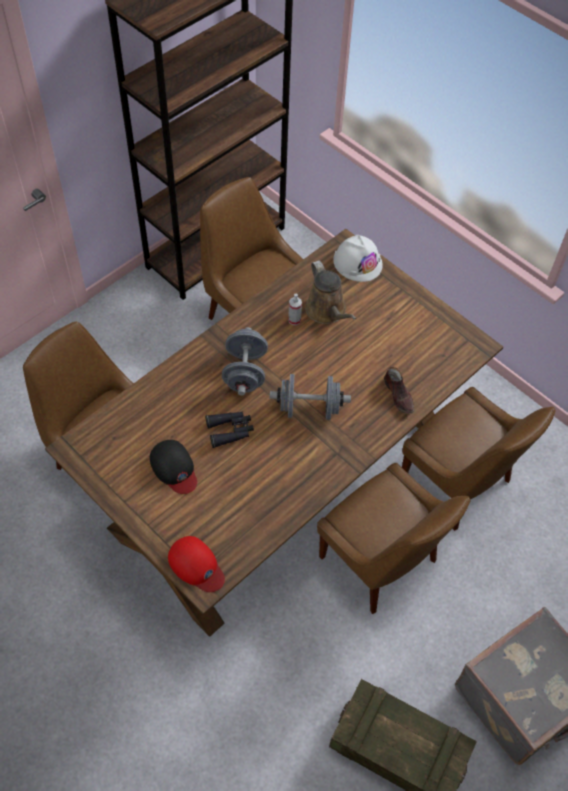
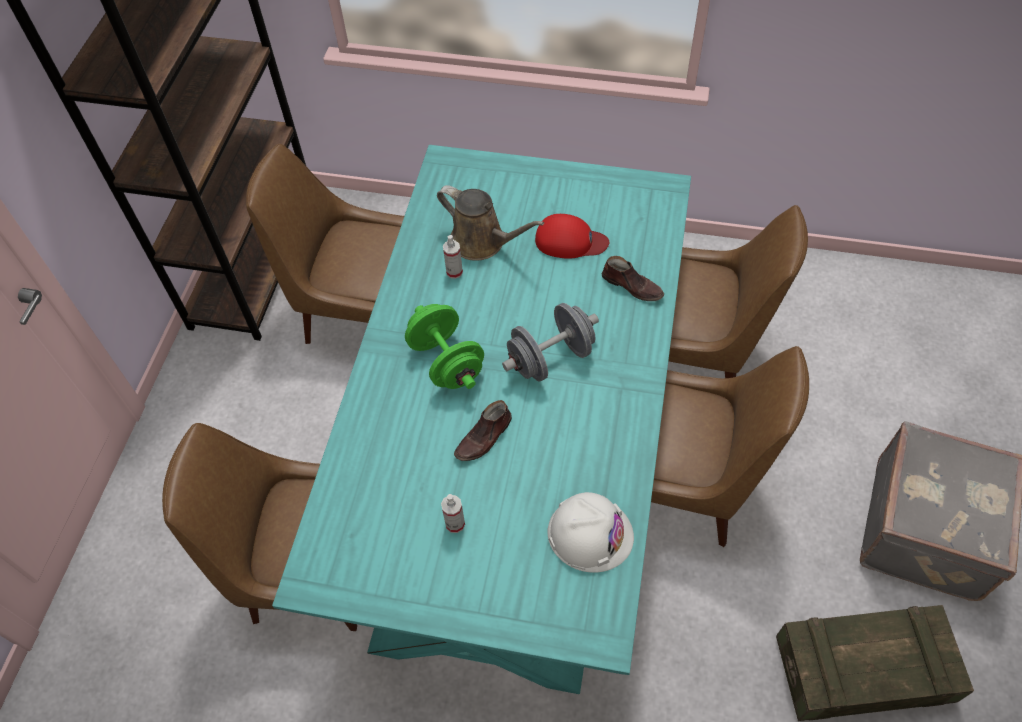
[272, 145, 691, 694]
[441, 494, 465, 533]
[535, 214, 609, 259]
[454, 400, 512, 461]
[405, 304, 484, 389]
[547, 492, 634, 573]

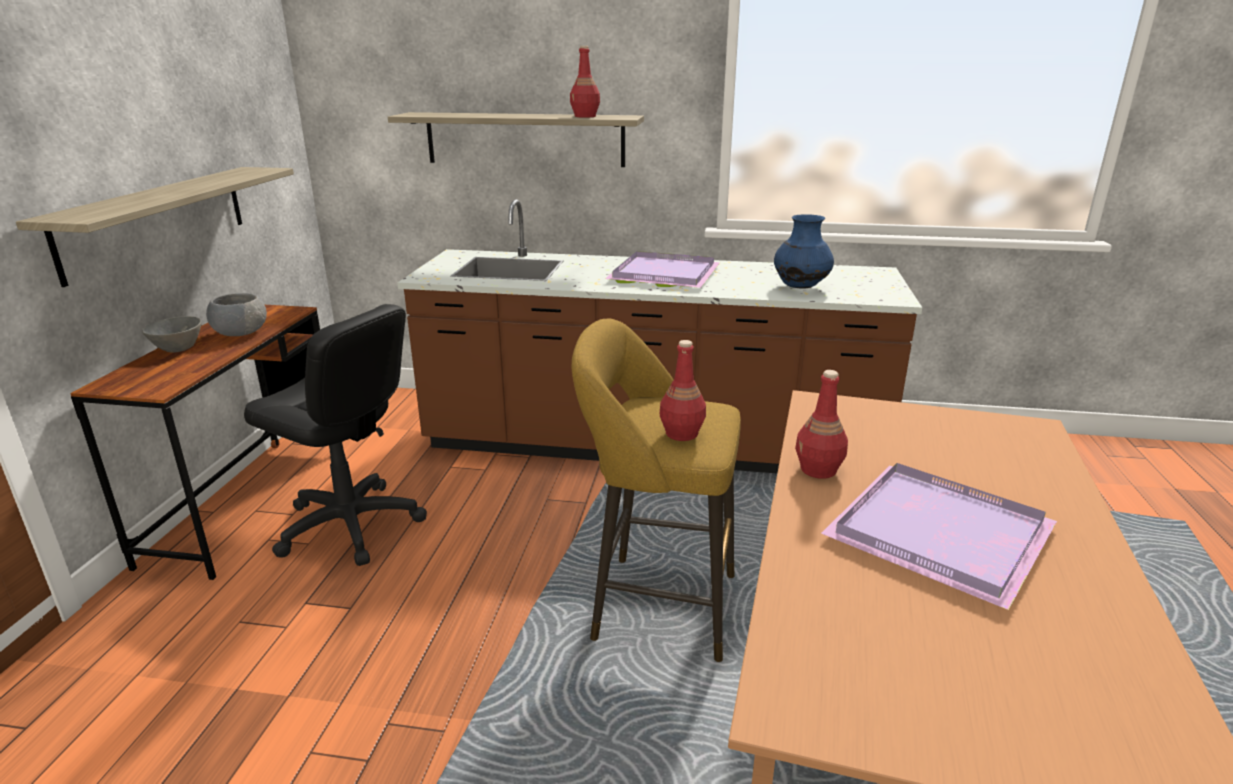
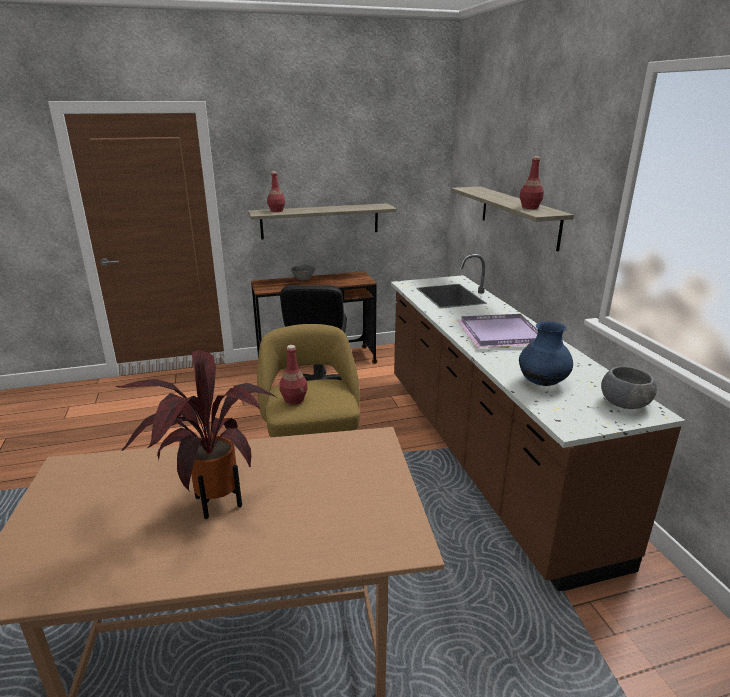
[601, 366, 657, 409]
[267, 172, 285, 212]
[115, 350, 276, 519]

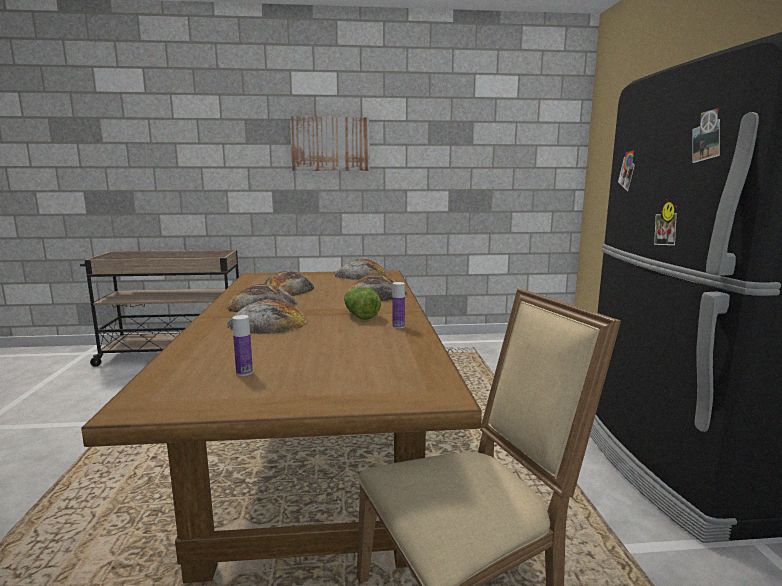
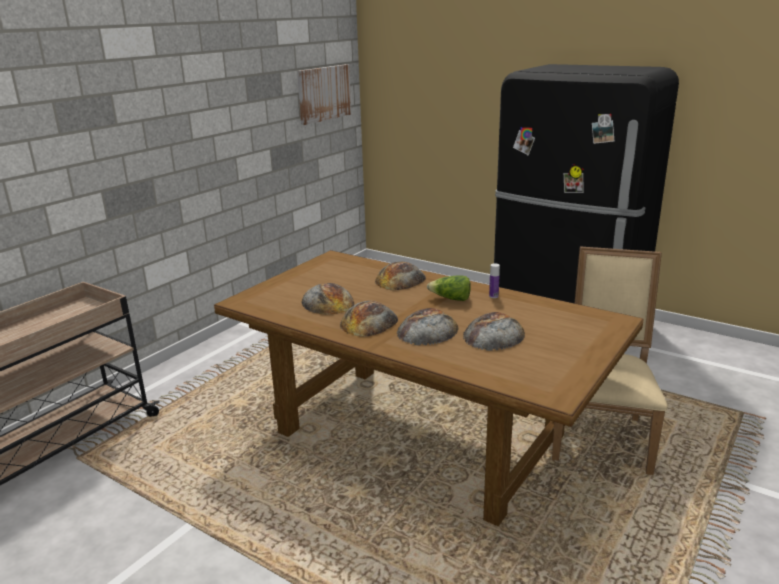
[232, 315, 253, 376] (first image)
[297, 64, 351, 125]
[463, 312, 525, 351]

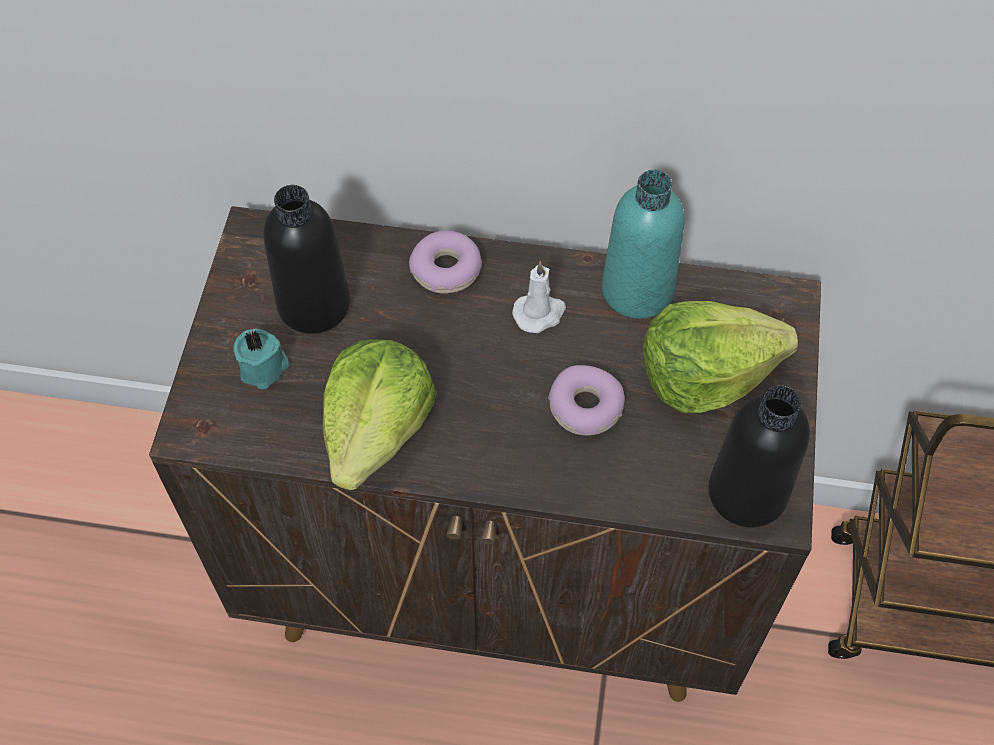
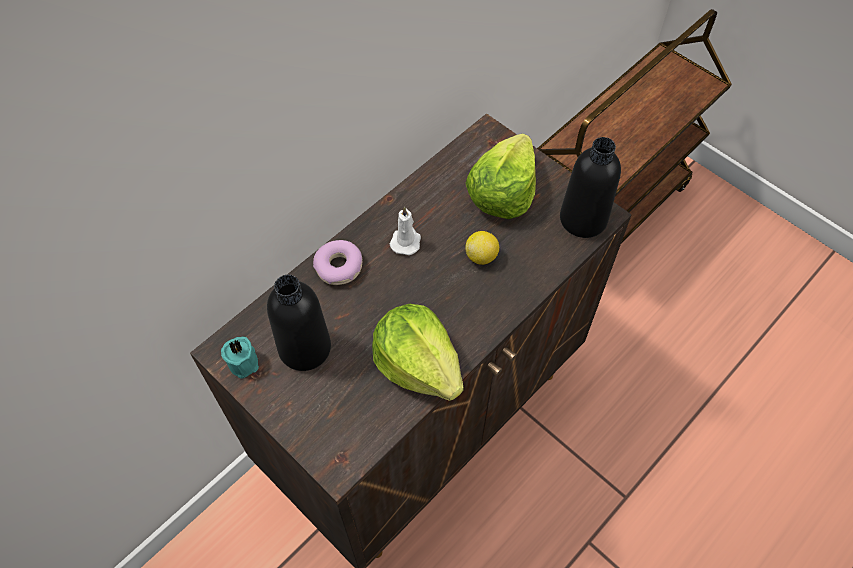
[221, 336, 259, 379]
[465, 231, 499, 265]
[602, 170, 684, 319] (first image)

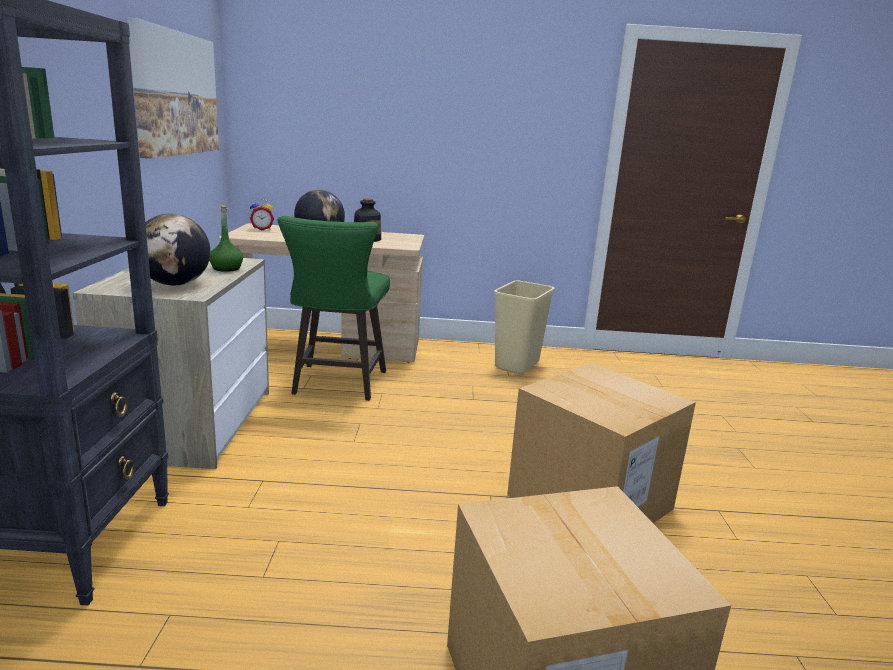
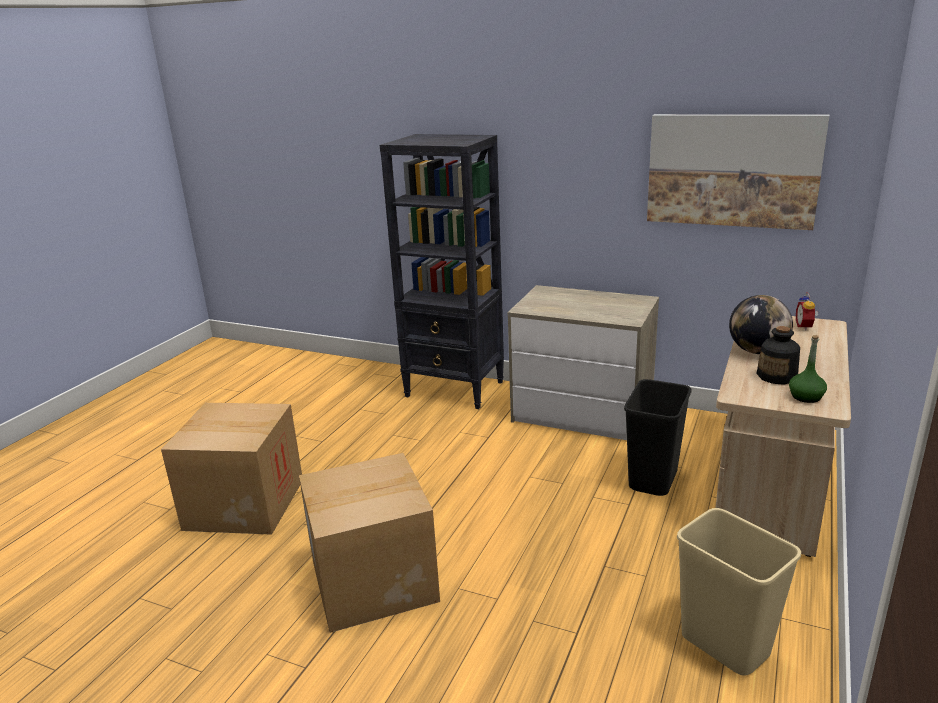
[145, 214, 211, 285] (first image)
[789, 335, 827, 403]
[624, 379, 691, 496]

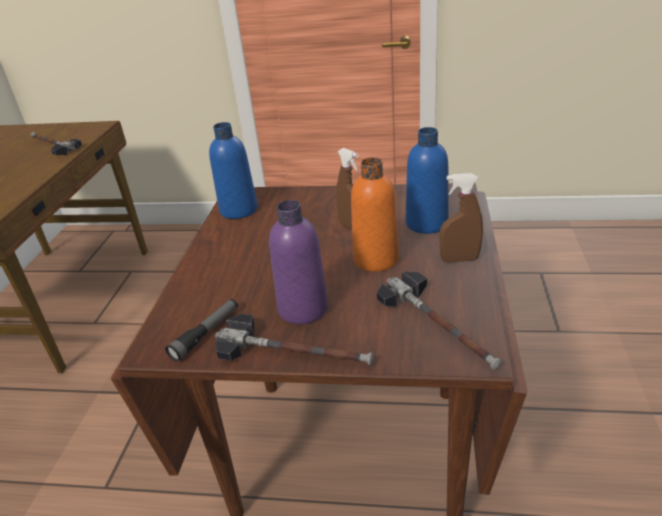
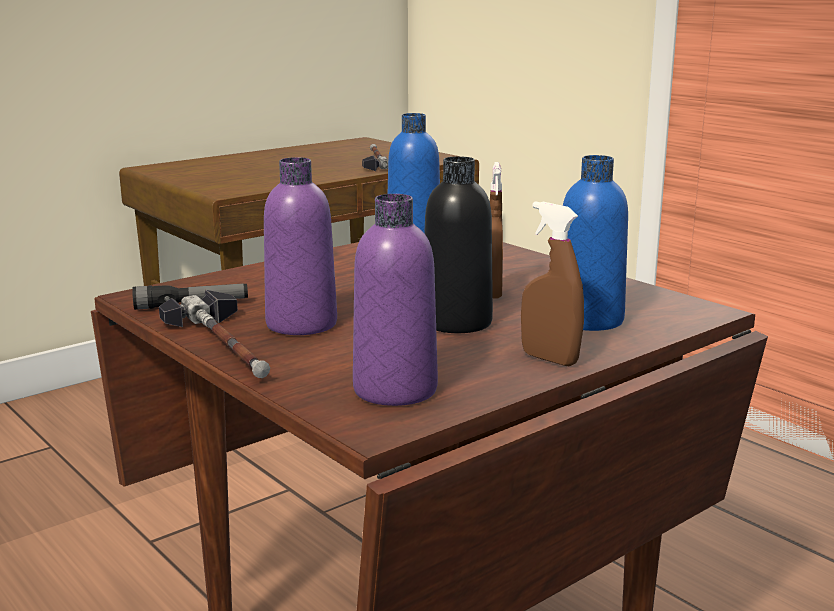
[424, 156, 493, 333]
[353, 194, 438, 406]

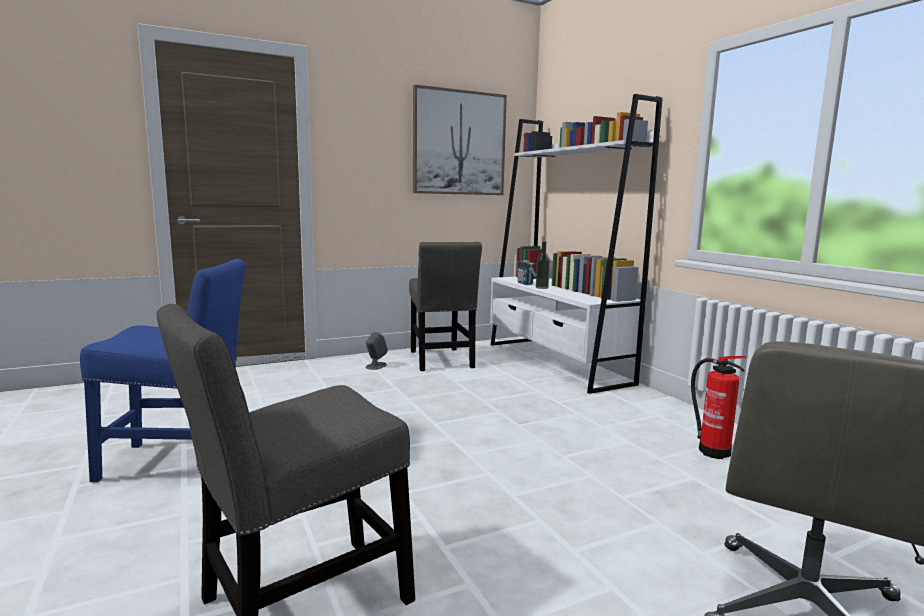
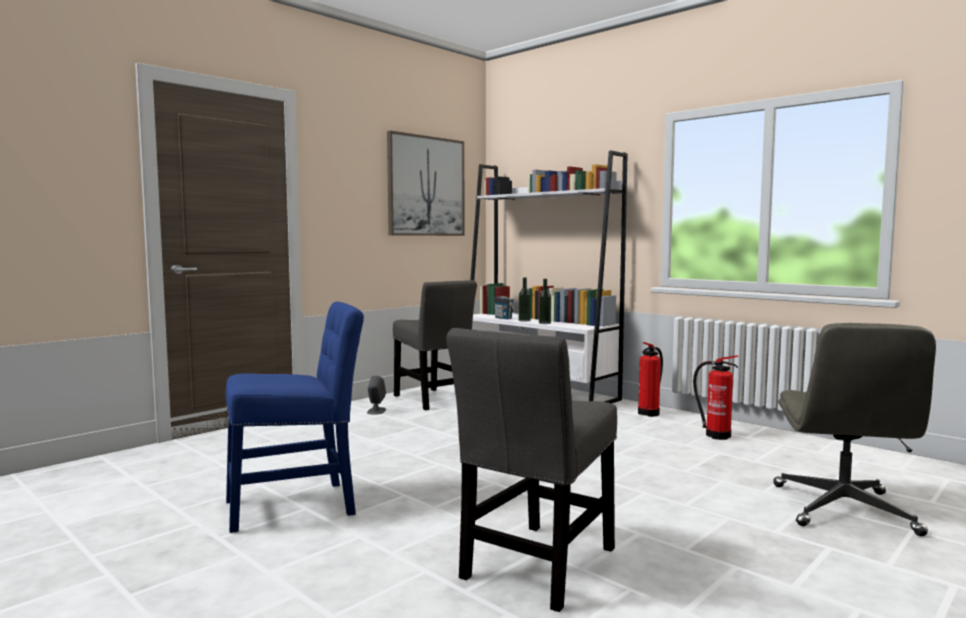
[539, 279, 551, 324]
[638, 342, 663, 417]

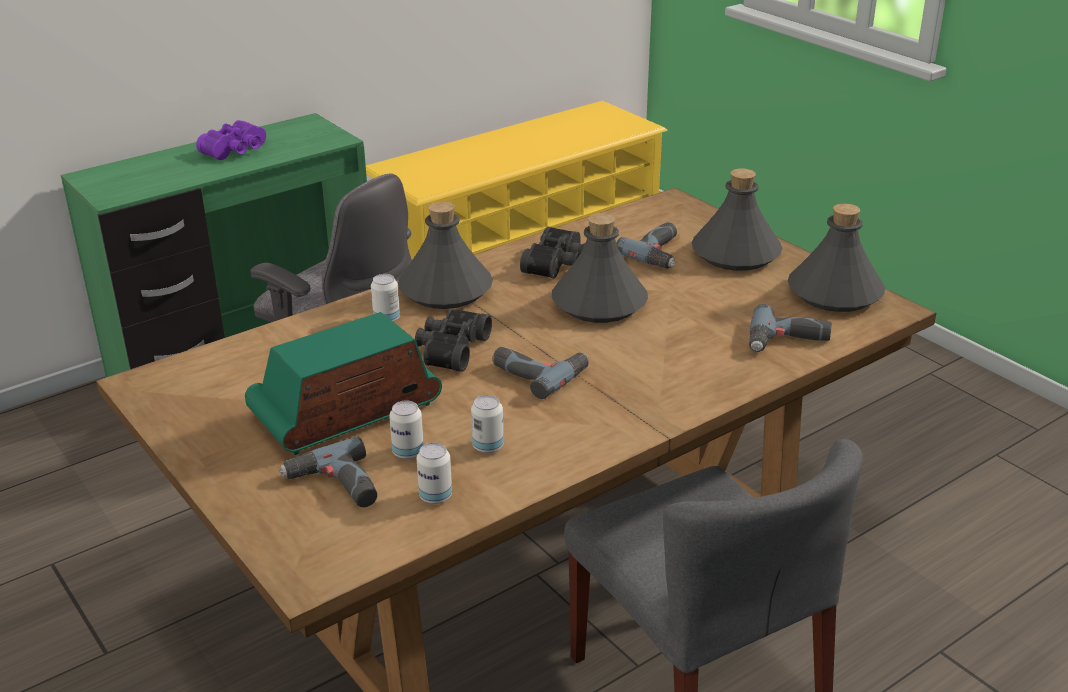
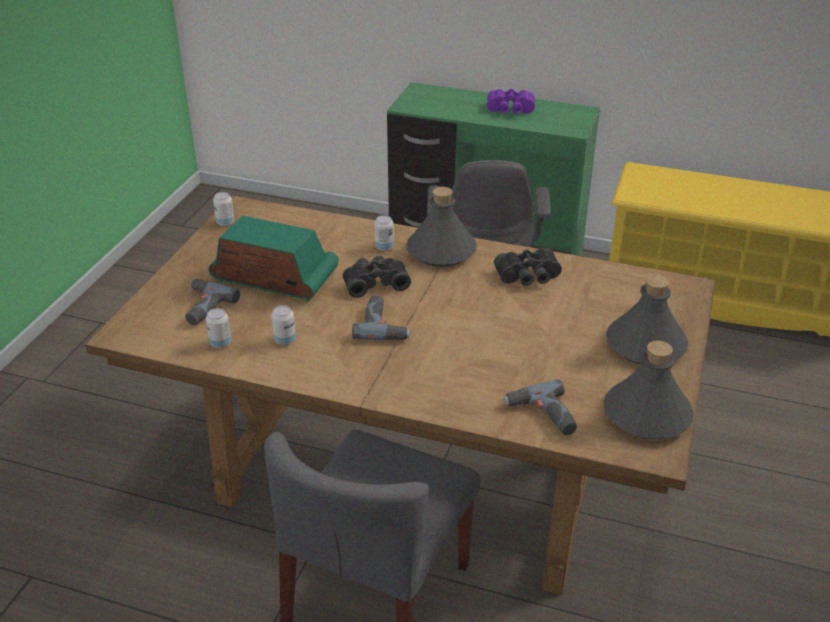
[213, 192, 234, 226]
[552, 213, 648, 323] (first image)
[616, 222, 677, 269] (first image)

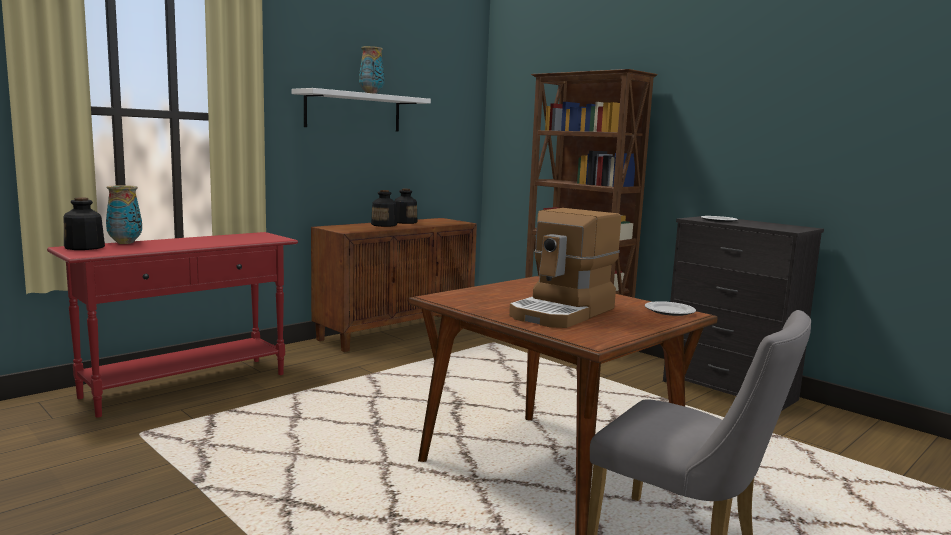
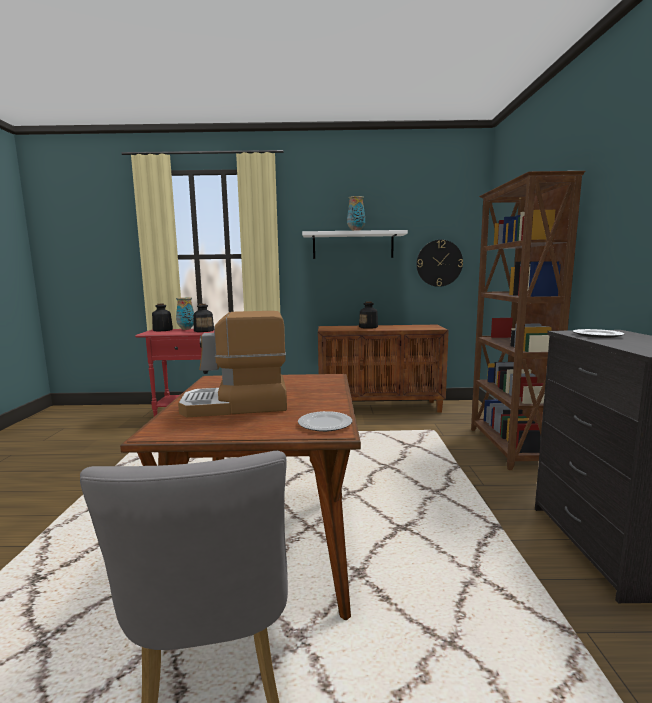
[193, 304, 214, 332]
[416, 240, 463, 287]

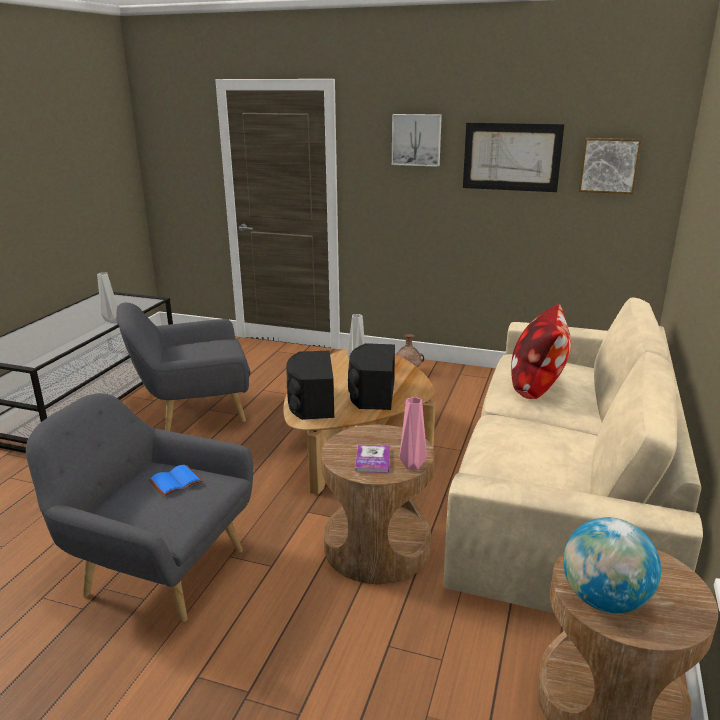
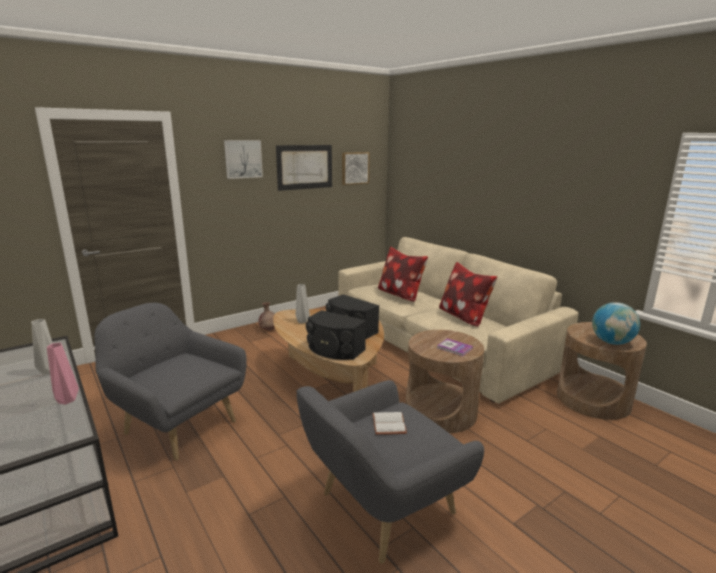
[95, 303, 247, 460]
[372, 412, 407, 435]
[47, 343, 79, 405]
[439, 262, 497, 326]

